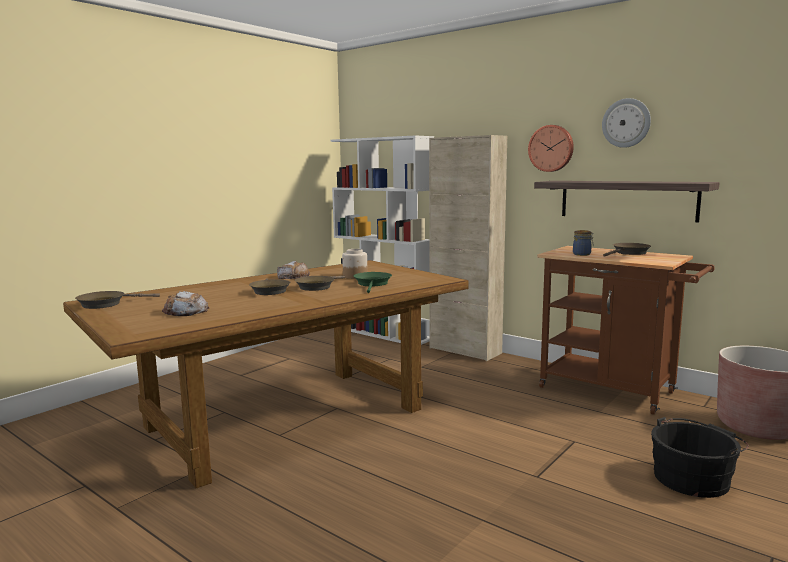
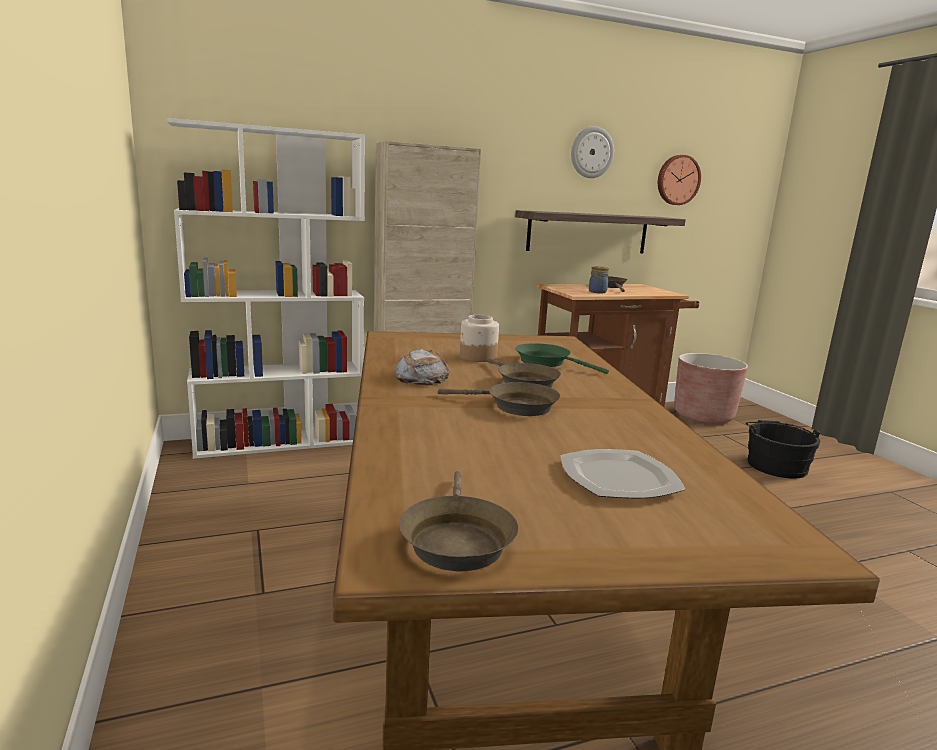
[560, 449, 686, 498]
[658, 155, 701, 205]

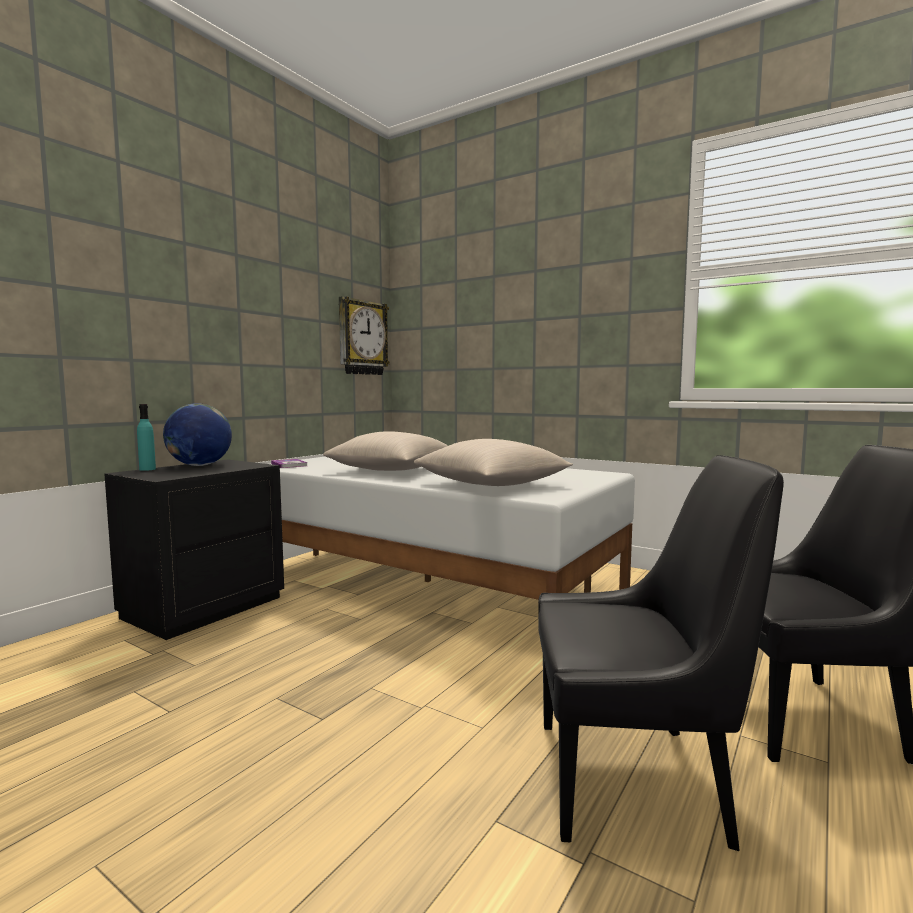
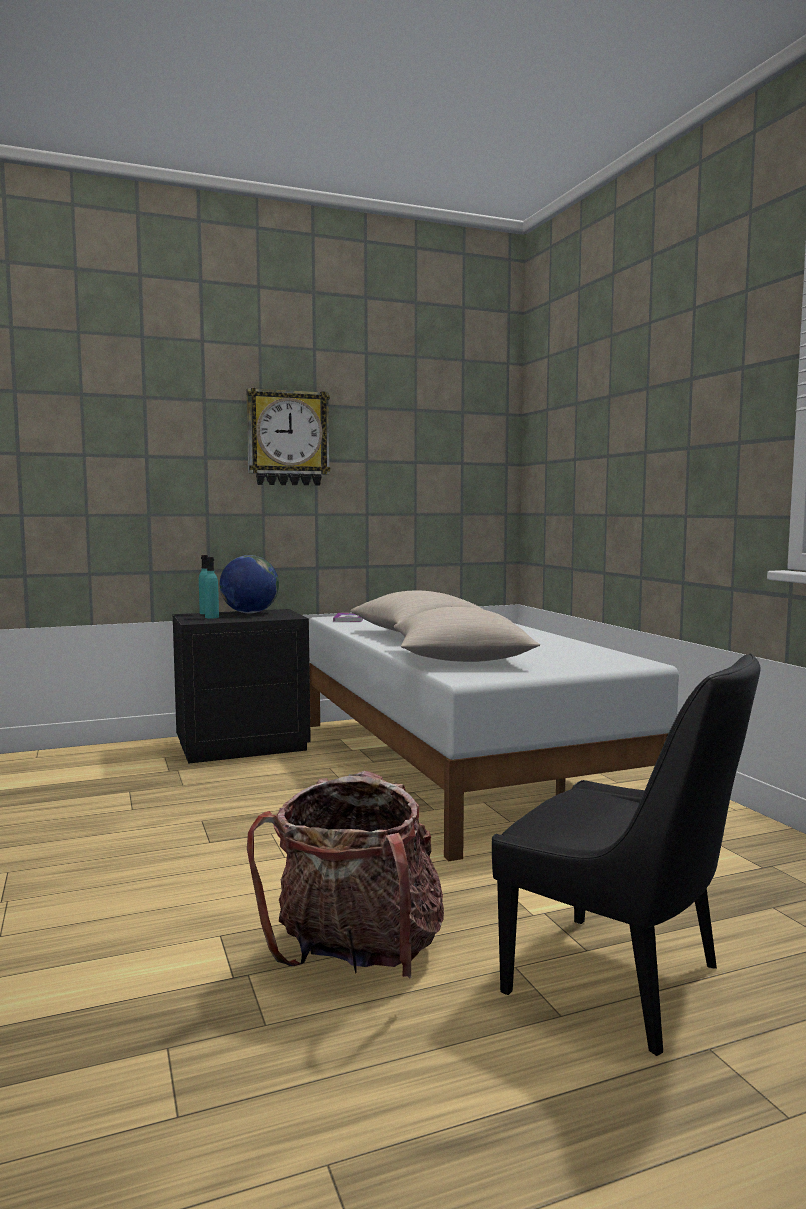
[246, 388, 330, 486]
[247, 771, 444, 979]
[204, 557, 219, 619]

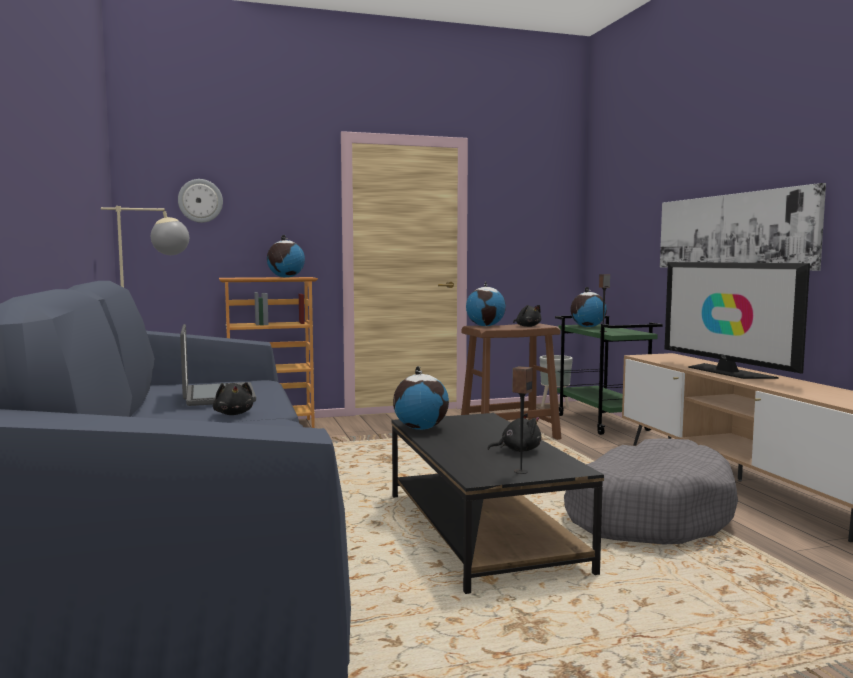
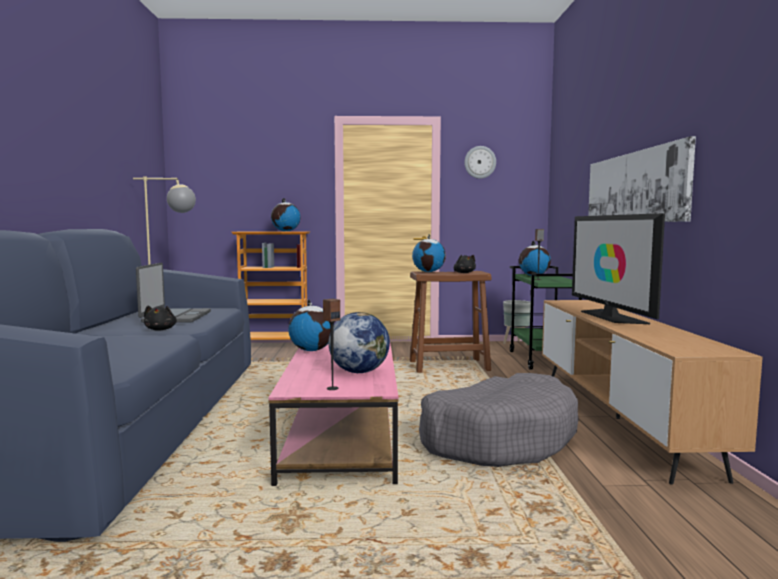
[464, 146, 496, 179]
[268, 344, 399, 486]
[328, 312, 390, 373]

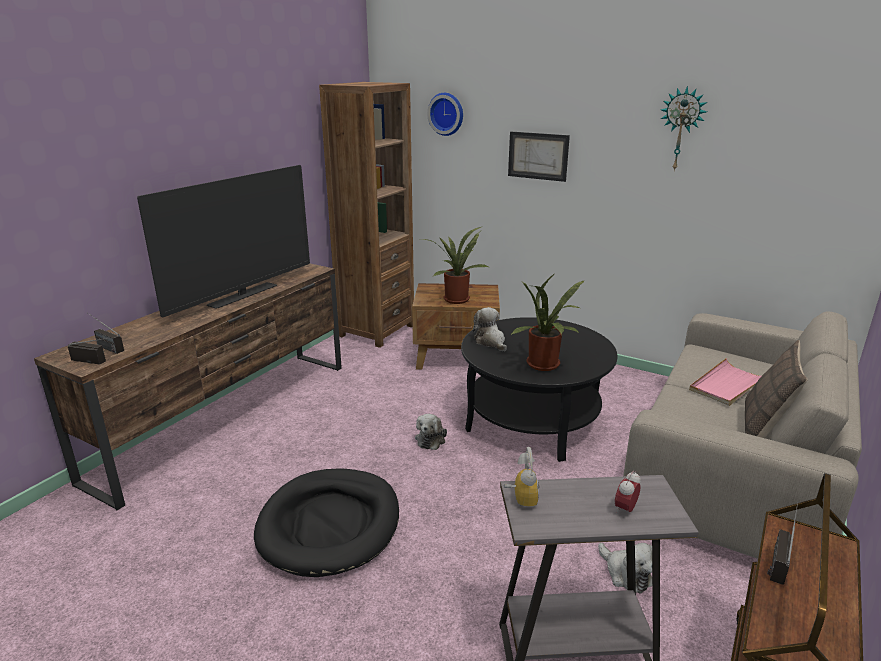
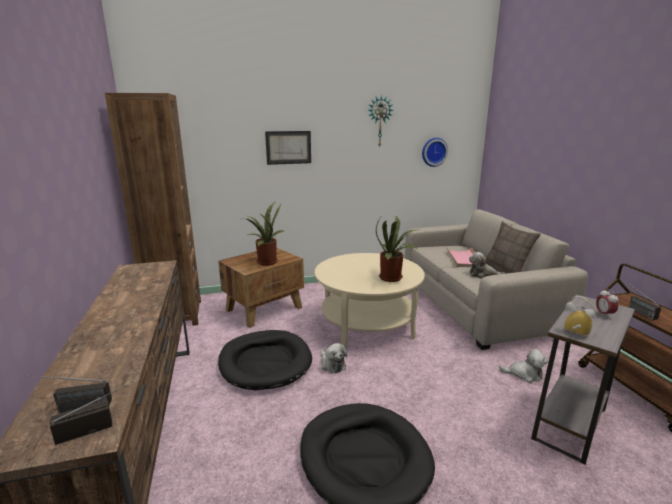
[137, 165, 310, 317] (first image)
[422, 138, 448, 167]
[315, 253, 425, 348]
[469, 252, 506, 279]
[218, 330, 312, 390]

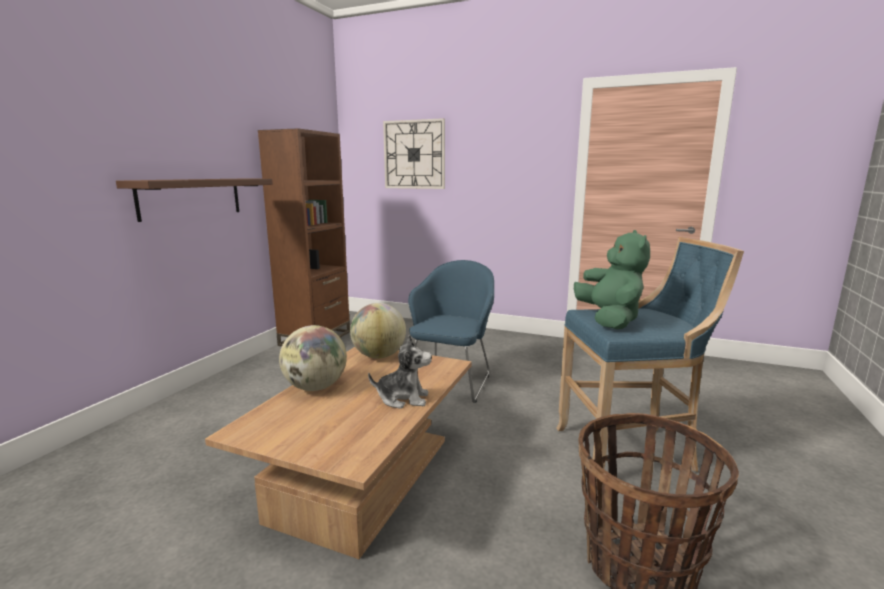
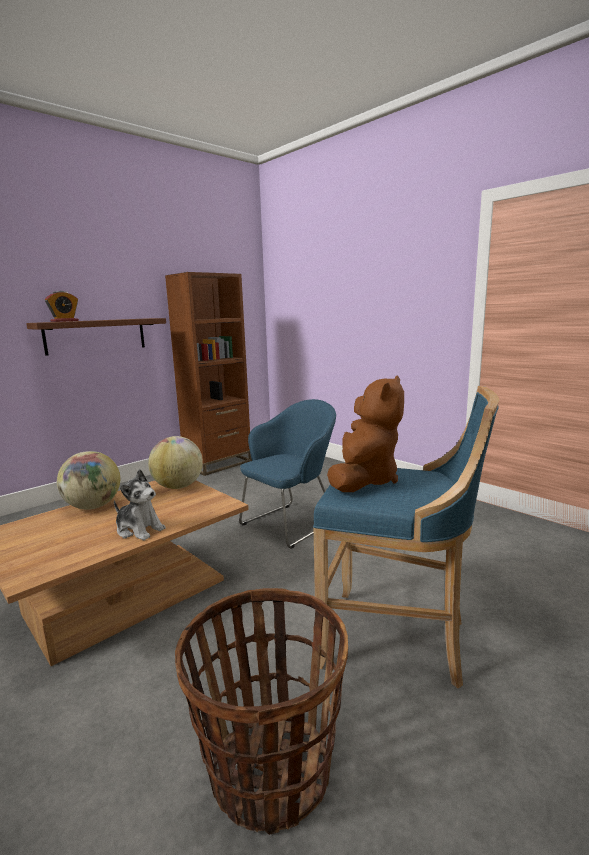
[383, 118, 445, 189] (first image)
[327, 375, 404, 492]
[45, 291, 79, 322]

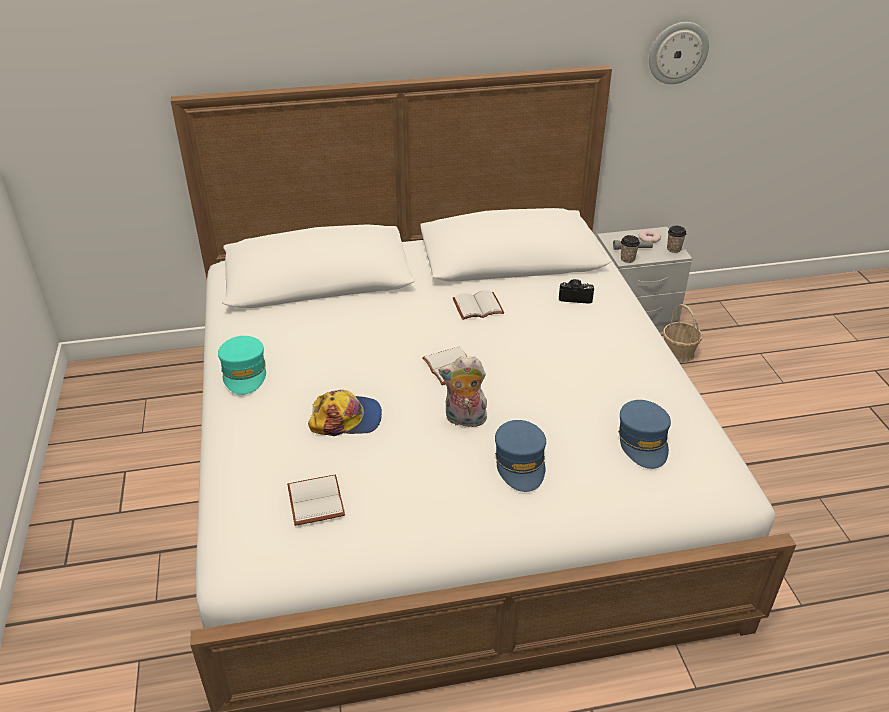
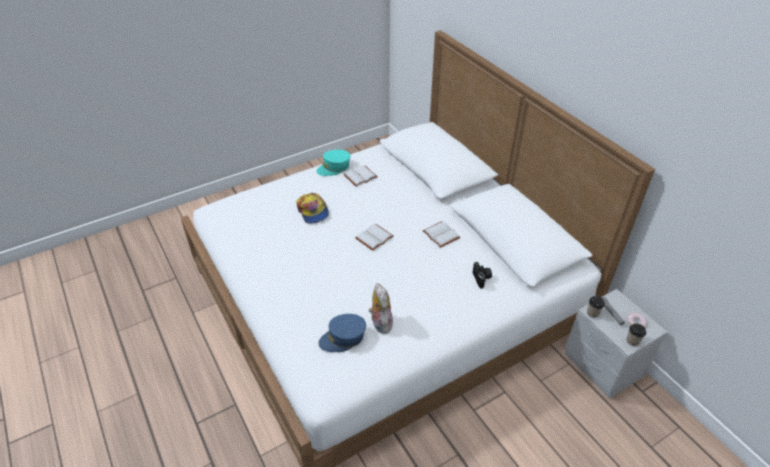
[344, 165, 377, 186]
[369, 283, 393, 334]
[495, 420, 546, 492] (first image)
[649, 22, 709, 84] (first image)
[663, 304, 702, 363] (first image)

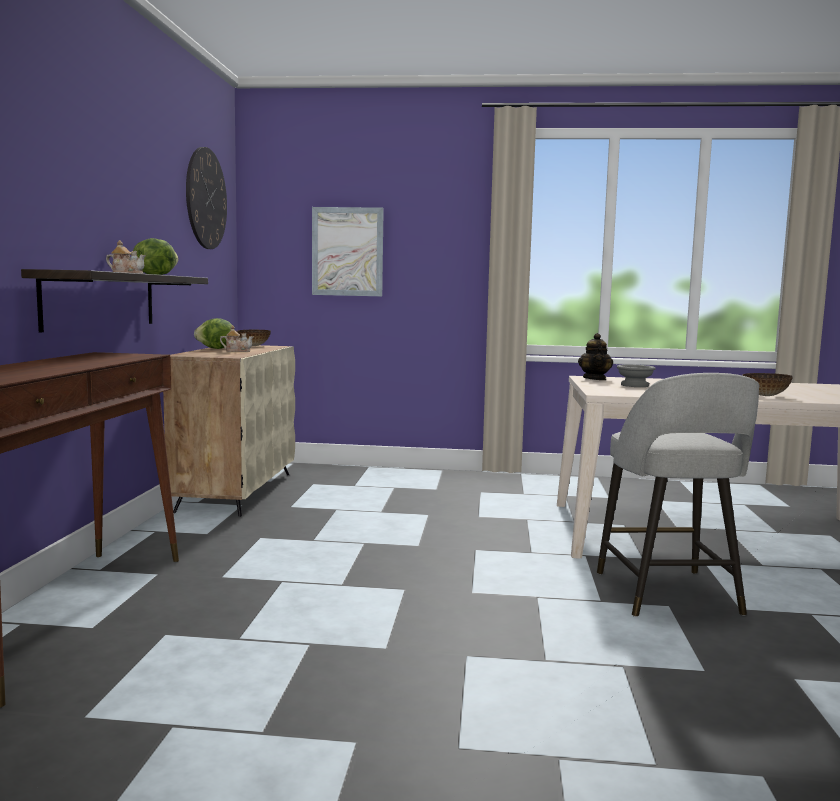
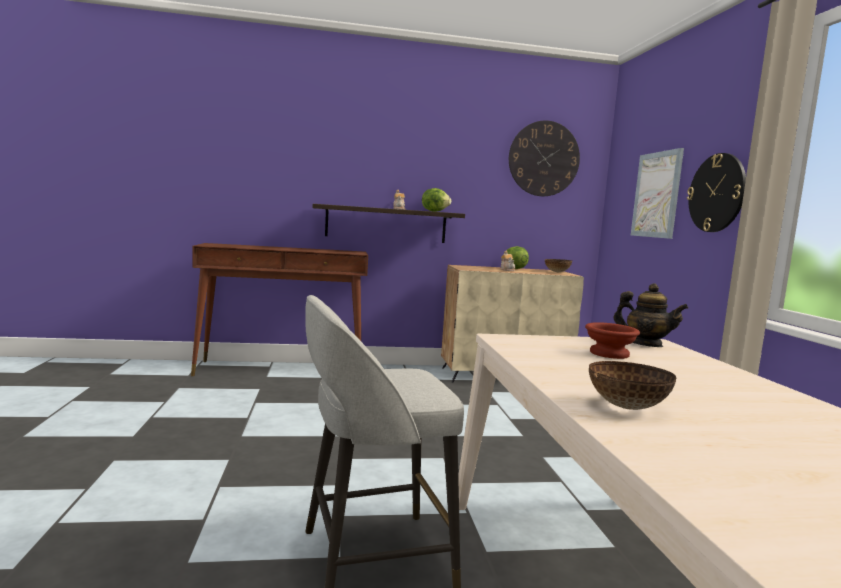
[613, 283, 688, 347]
[585, 322, 640, 359]
[687, 153, 746, 232]

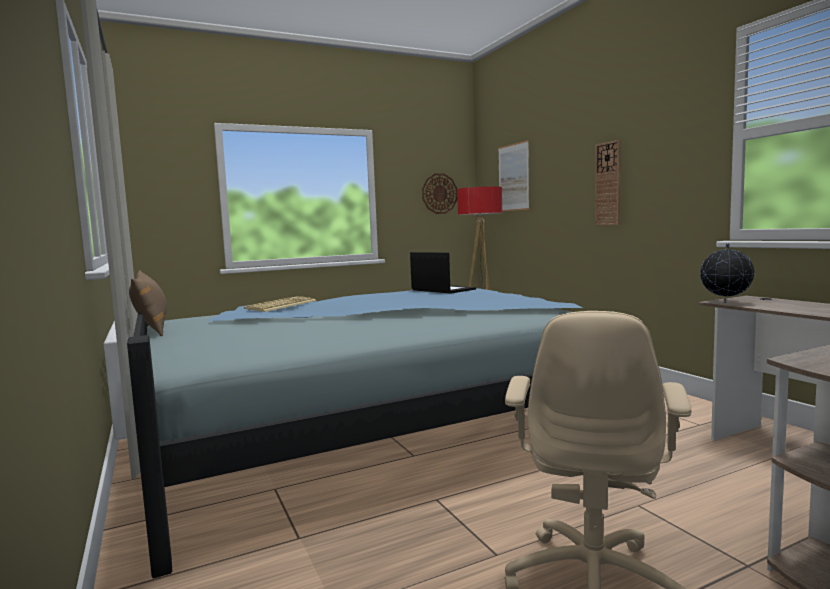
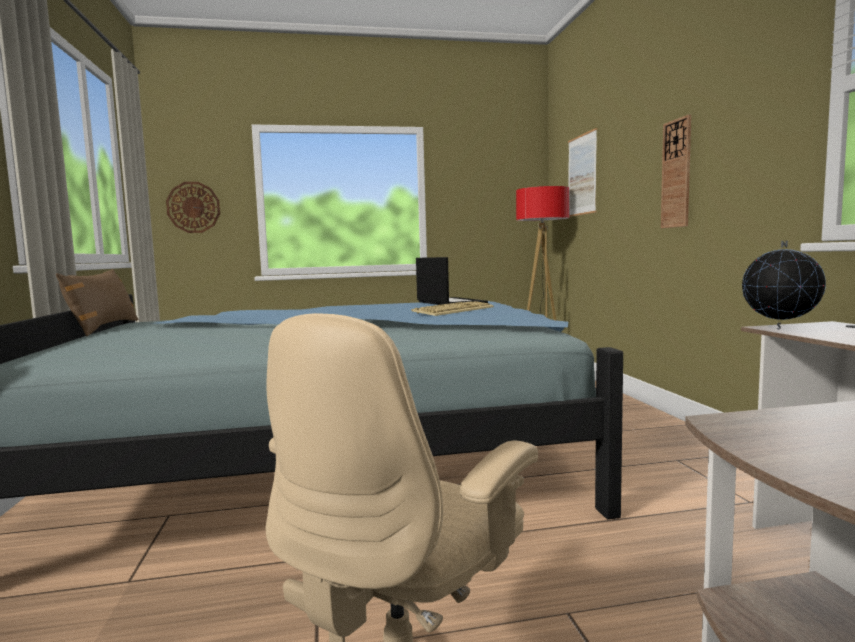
[412, 301, 494, 316]
[166, 182, 220, 233]

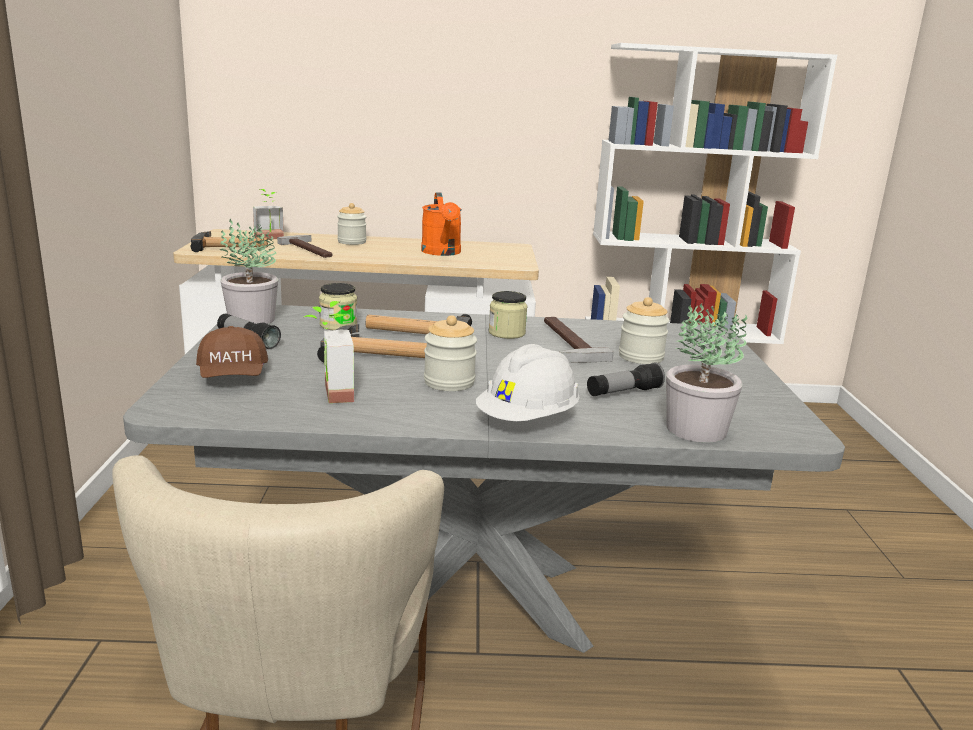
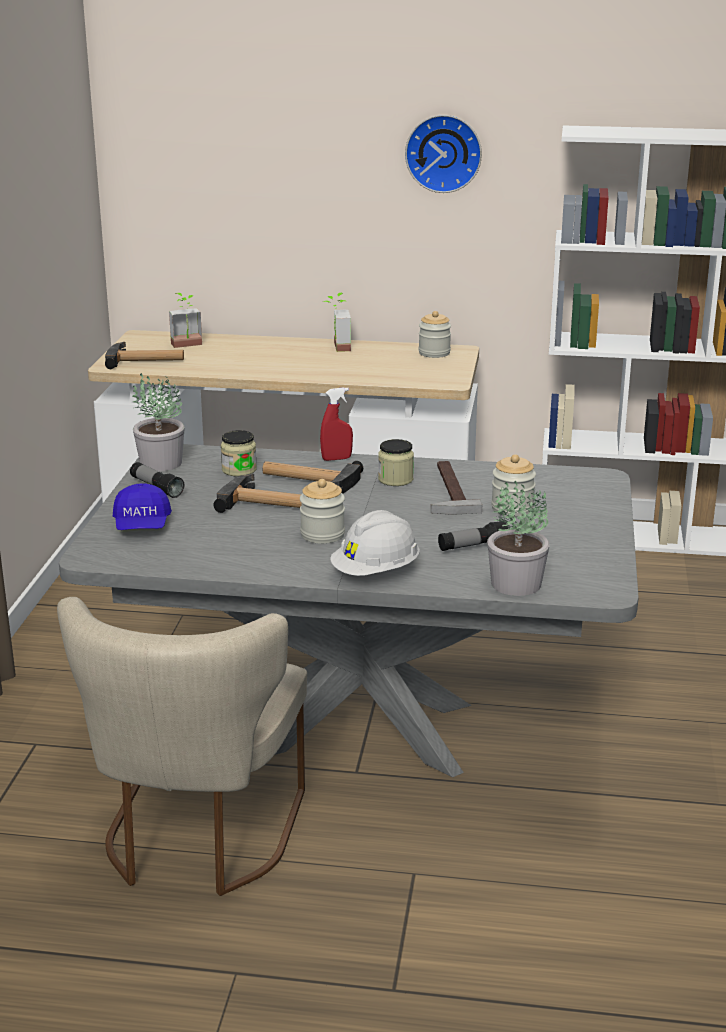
[113, 483, 172, 530]
[277, 235, 332, 258] (first image)
[323, 293, 351, 352]
[419, 311, 451, 358]
[421, 192, 462, 256] (first image)
[320, 387, 353, 461]
[405, 115, 482, 193]

